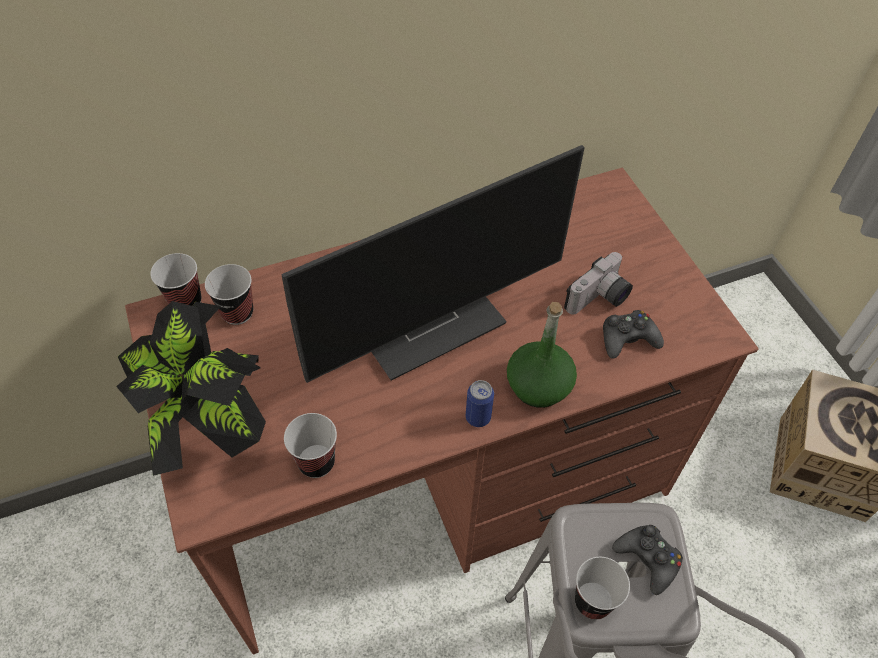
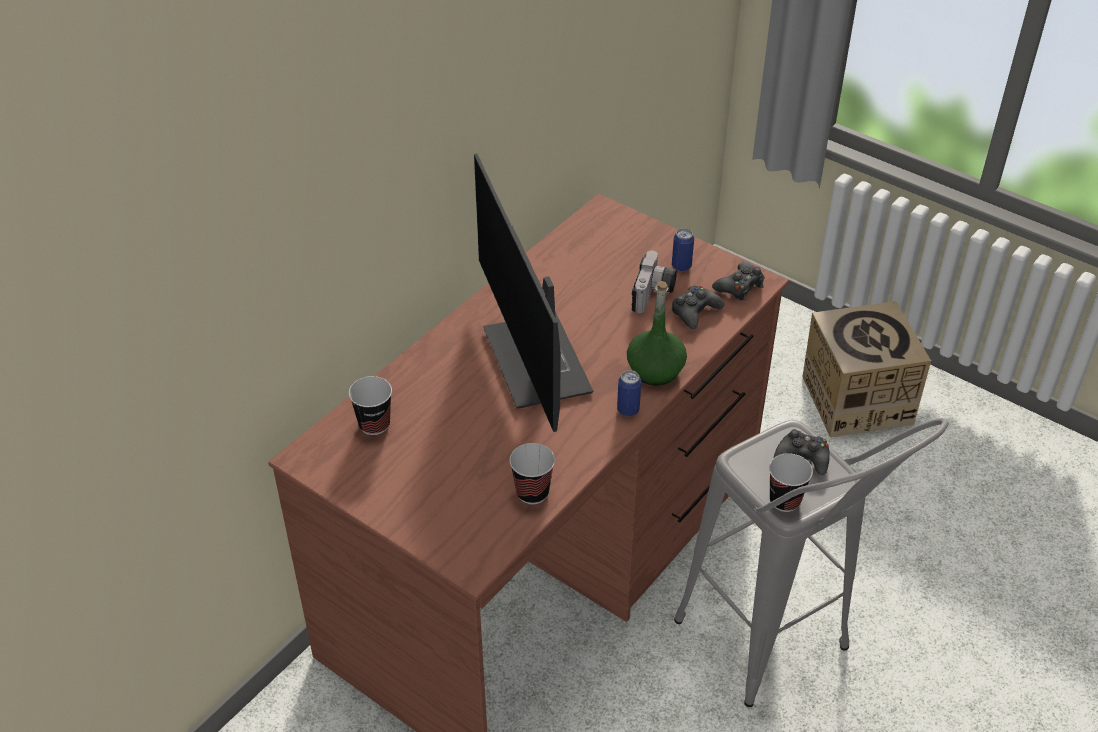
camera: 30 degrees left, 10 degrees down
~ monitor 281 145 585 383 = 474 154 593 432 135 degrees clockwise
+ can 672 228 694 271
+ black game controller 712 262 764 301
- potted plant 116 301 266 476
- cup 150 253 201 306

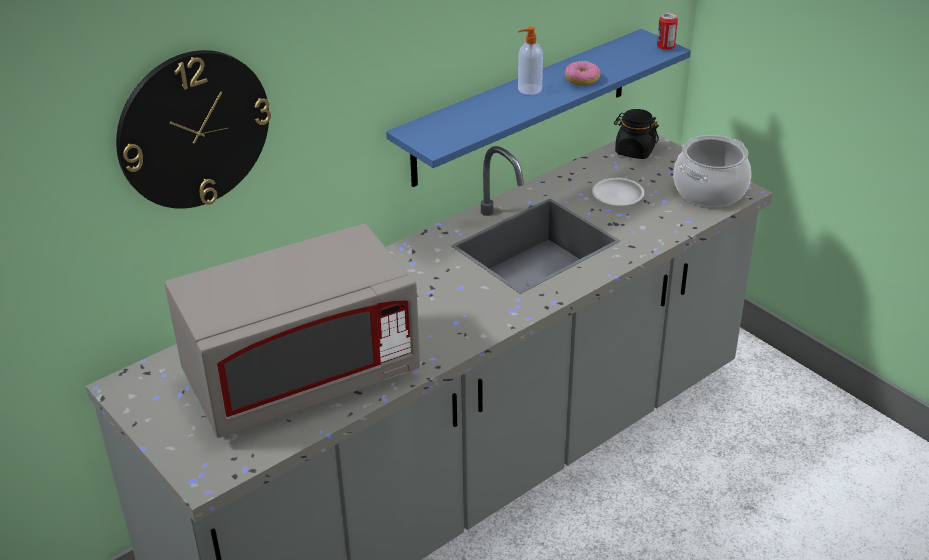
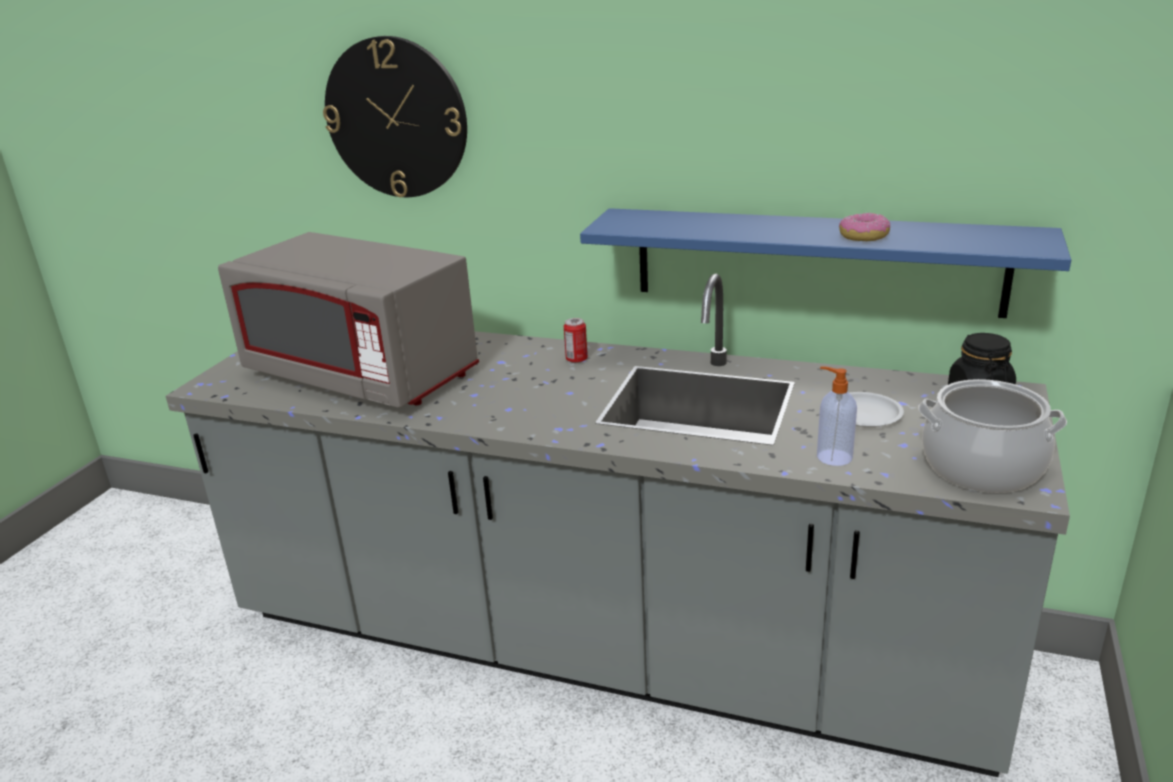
camera: 60 degrees right, 10 degrees down
~ can 657 13 678 50 to 564 318 588 363
~ soap dispenser 518 27 543 95 to 817 366 857 466

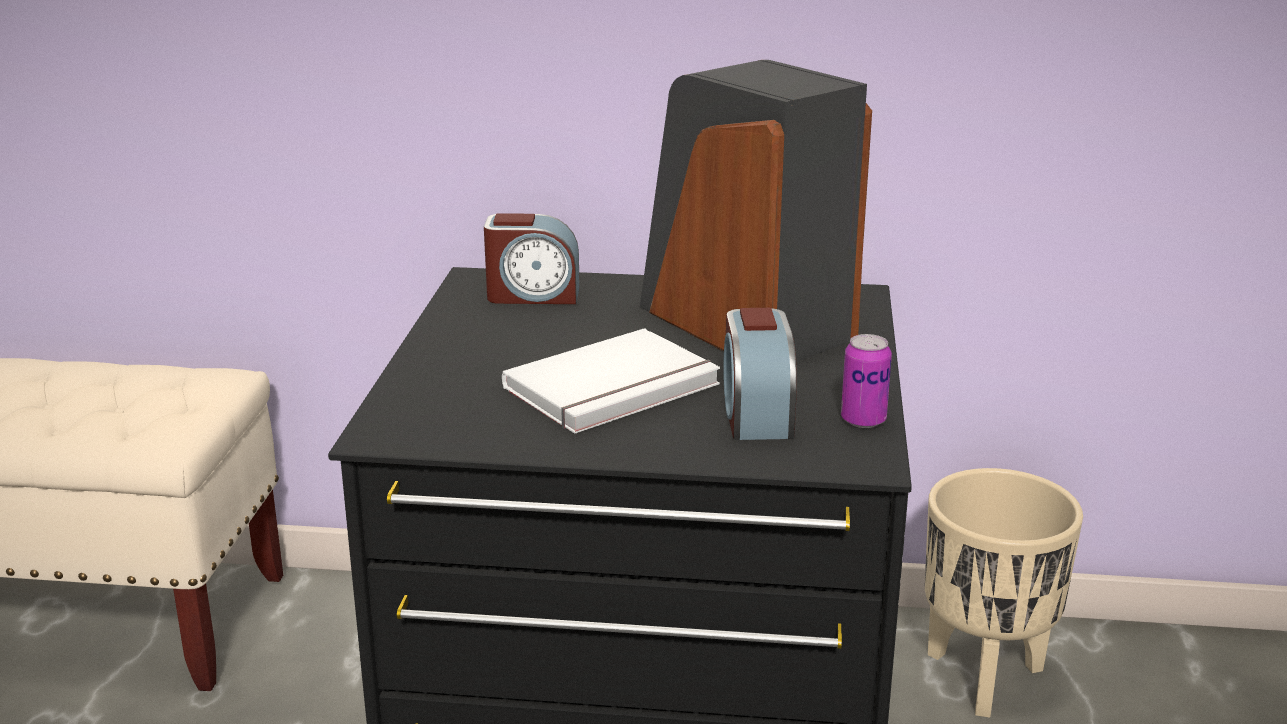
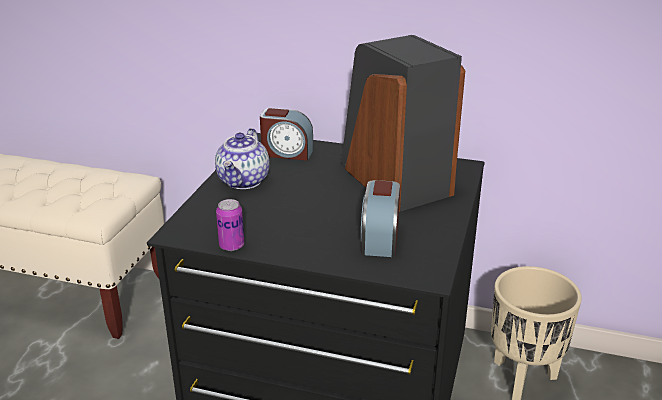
camera: 10 degrees right, 5 degrees up
+ teapot 215 128 270 189
~ can 841 334 892 428 to 216 199 244 251
- white book 502 328 720 434

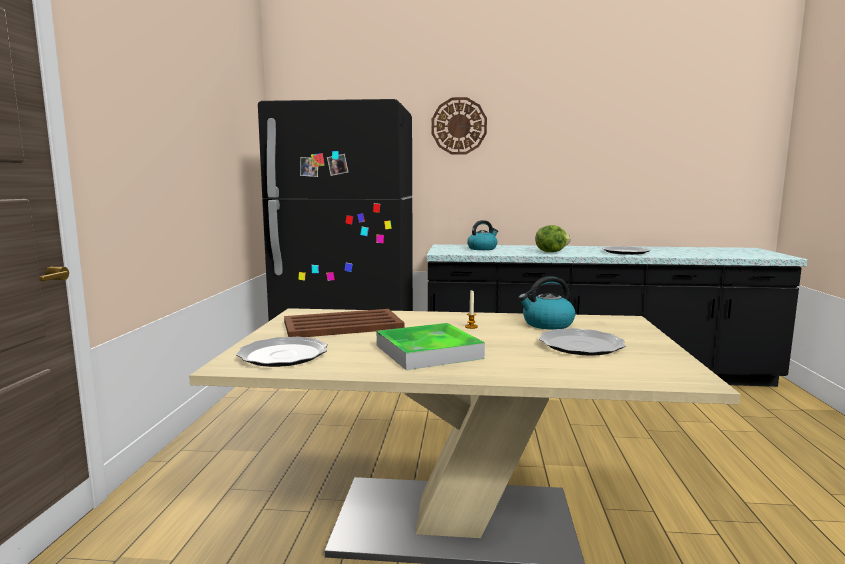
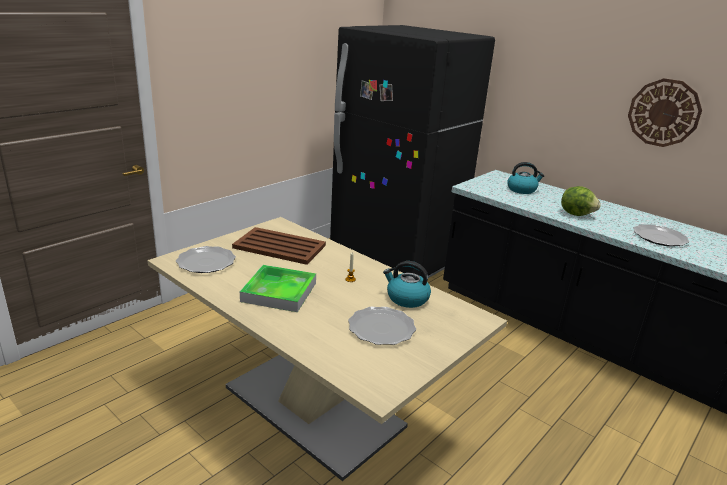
camera: 35 degrees right, 15 degrees up
~ wall clock 432 97 487 155 to 628 78 702 147

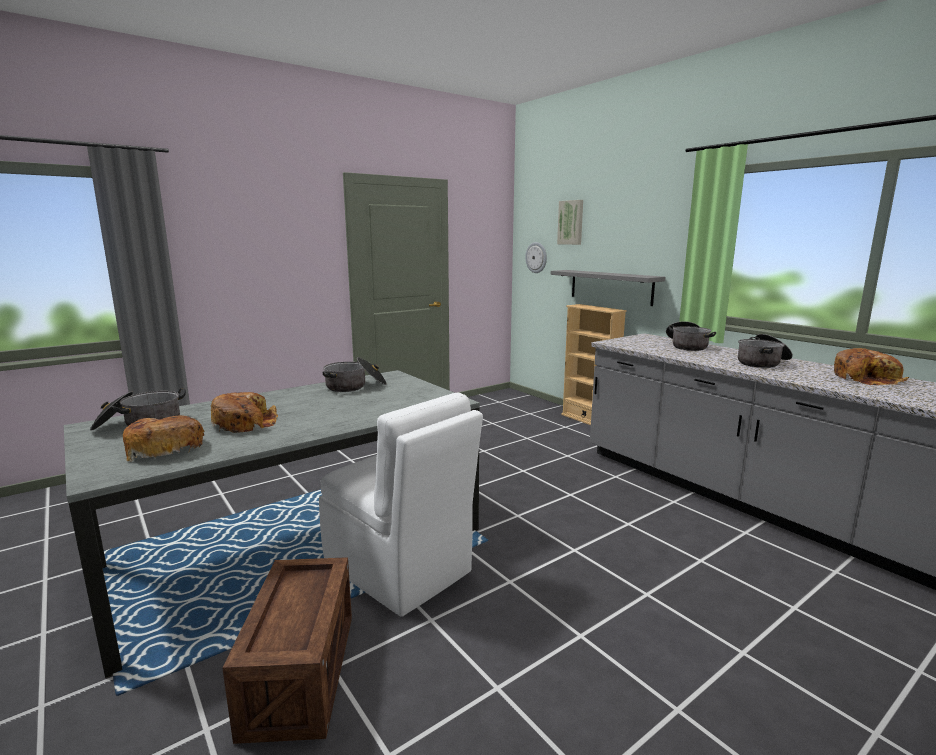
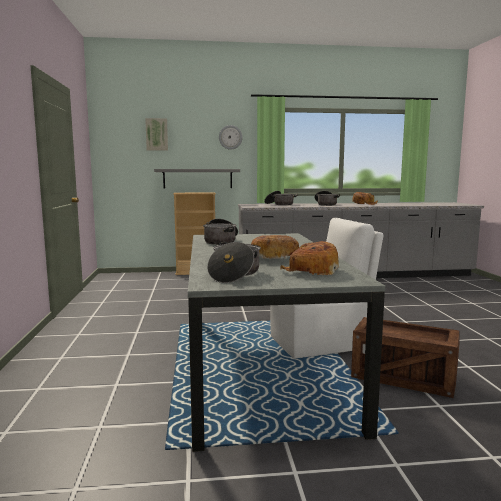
camera: 60 degrees left, 5 degrees down
~ wall clock 525 242 547 273 to 219 125 243 150

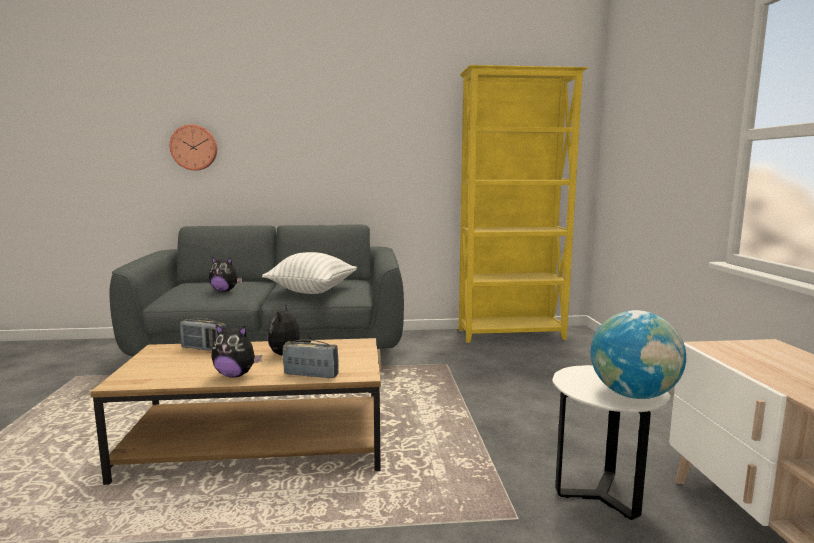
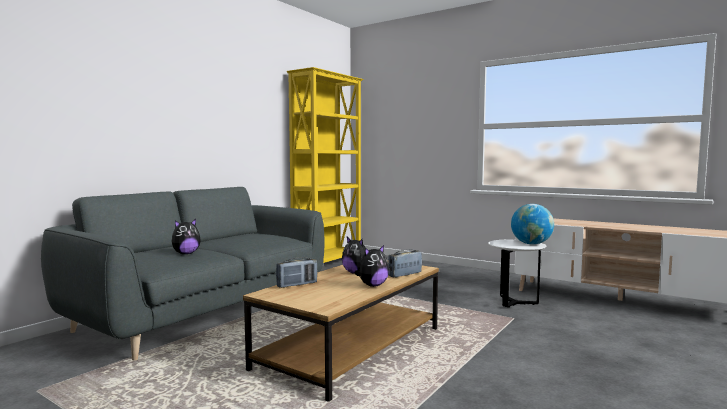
camera: 50 degrees left, 5 degrees down
- wall clock 170 124 217 170
- white pillow 262 252 357 294

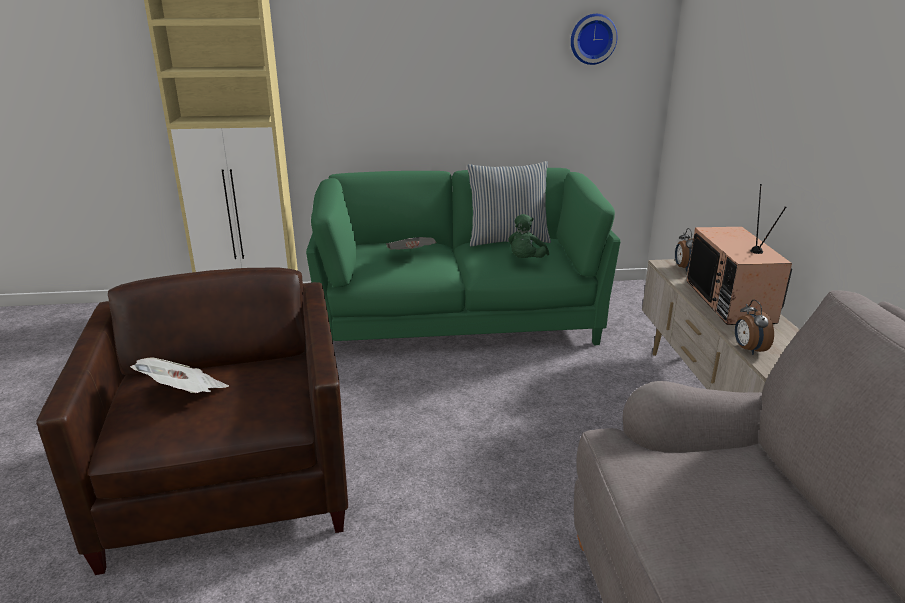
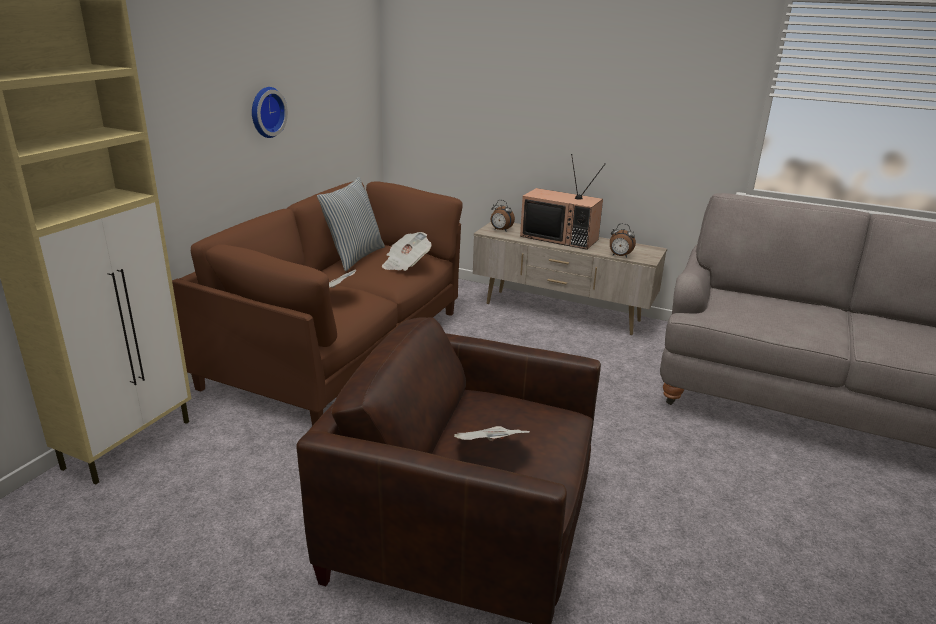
camera: 60 degrees left, 0 degrees up
~ green sofa 306 168 621 345 to brown sofa 172 182 463 426
~ wall clock 571 14 617 65 to 252 87 288 138
~ green plush toy 508 214 549 258 to newspaper 382 232 431 271

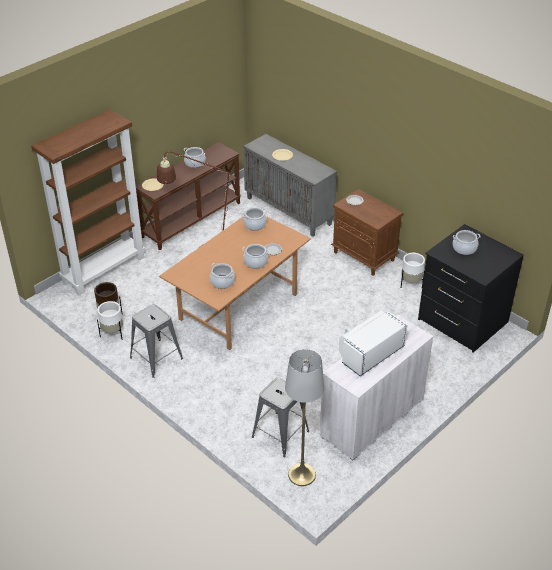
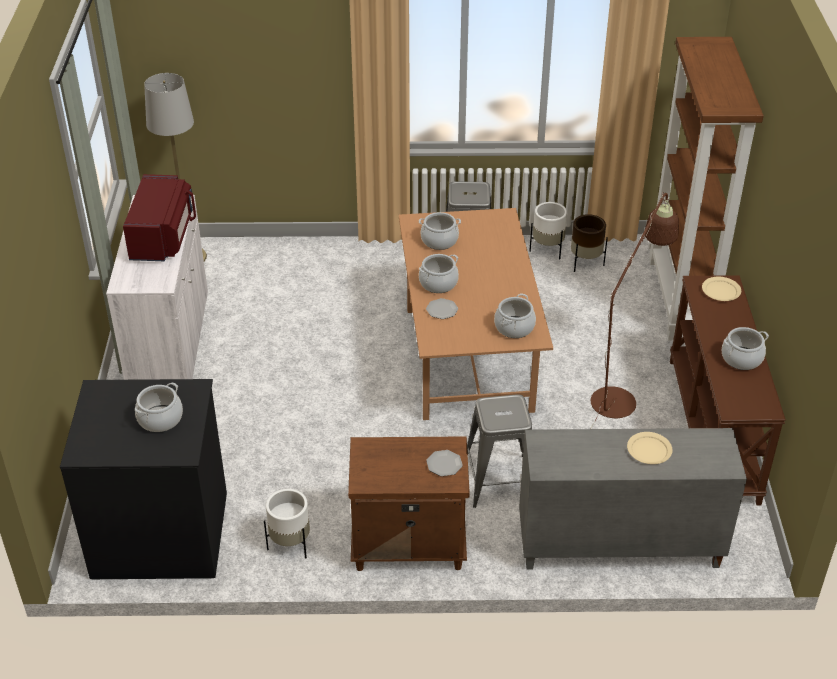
camera: 135 degrees right, 0 degrees up
~ white microwave 339 310 408 376 to red microwave 123 174 196 261
~ grey stool 252 377 309 457 to 467 394 532 508

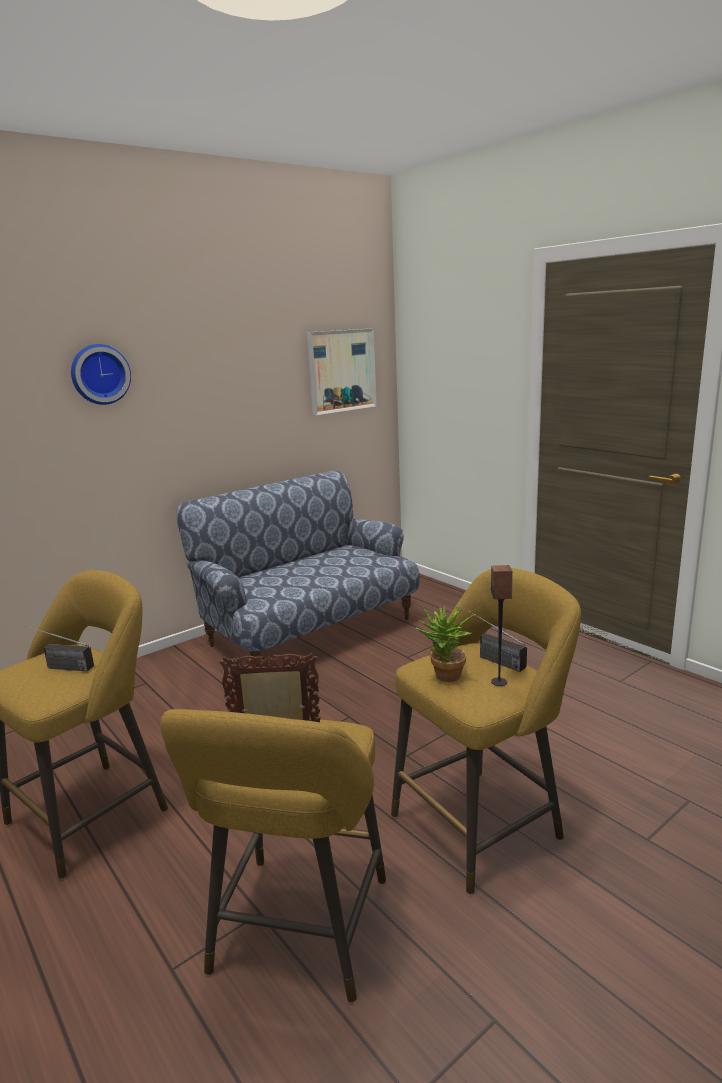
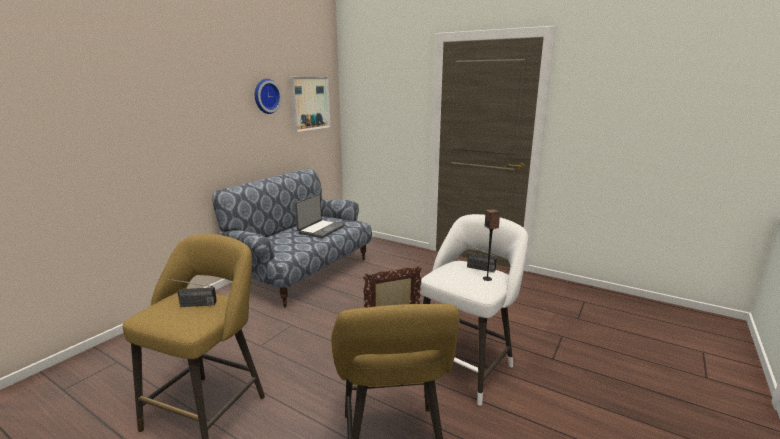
camera: 20 degrees left, 0 degrees up
~ wall clock 71 344 131 405 to 255 79 282 114
+ laptop 295 194 345 238
~ yellow stool 391 568 581 895 to white stool 420 214 528 406
- potted plant 416 603 474 682

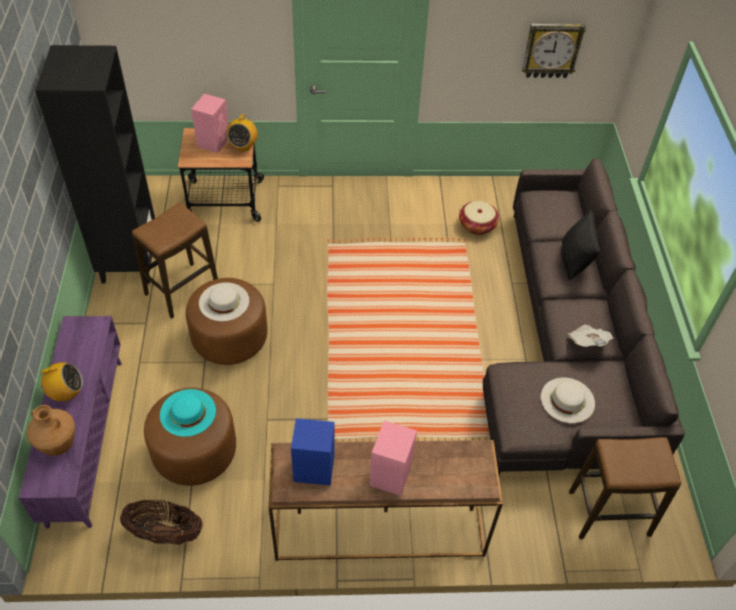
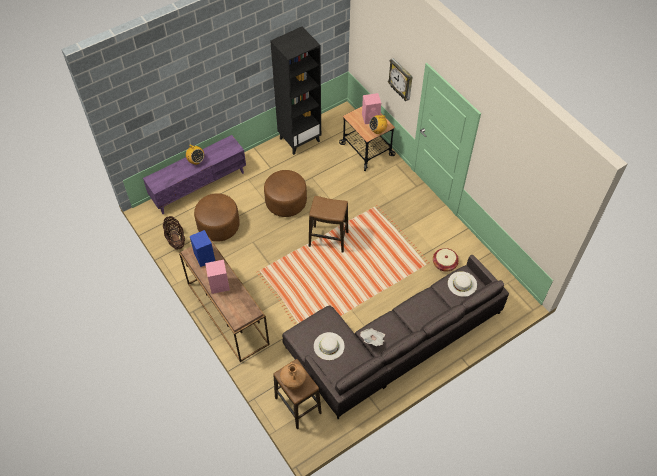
camera: 60 degrees right, 5 degrees up
~ brown vase 26 405 75 456 to 280 362 306 390
~ stool 132 202 218 319 to 309 196 348 253
~ wall clock 522 23 586 78 to 388 58 413 101
~ white hat 199 283 249 321 to 448 271 477 297
- turquoise hat 160 389 216 437
- black pillow 561 209 600 280

